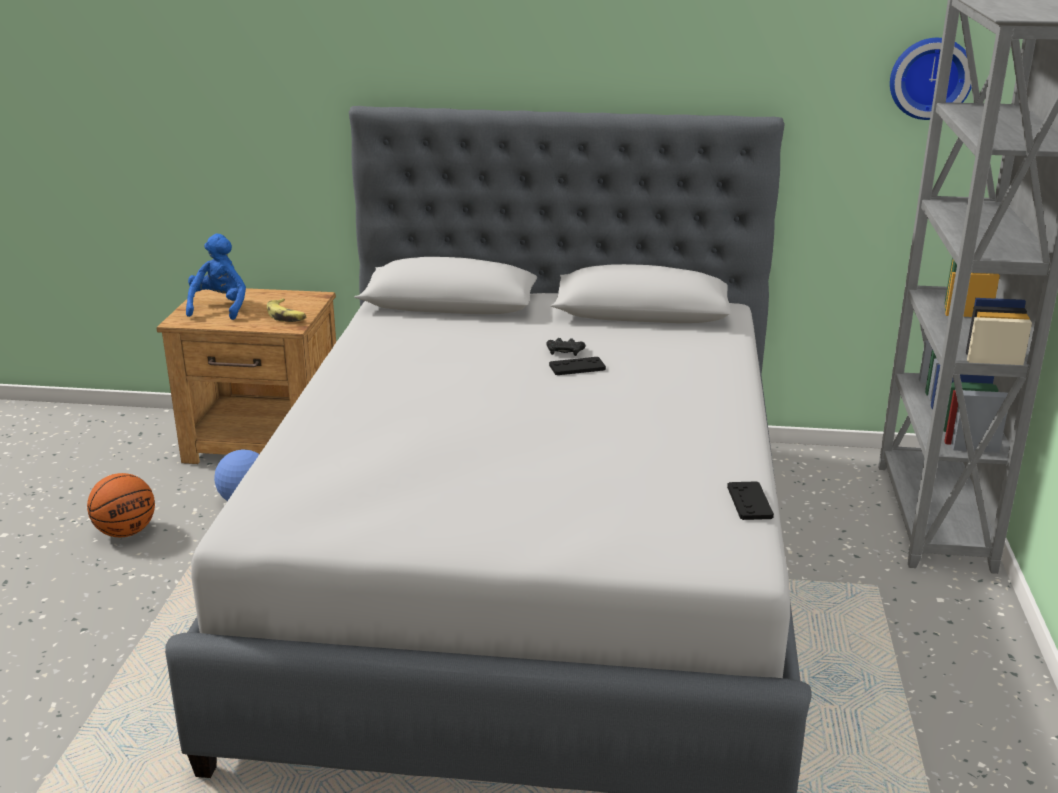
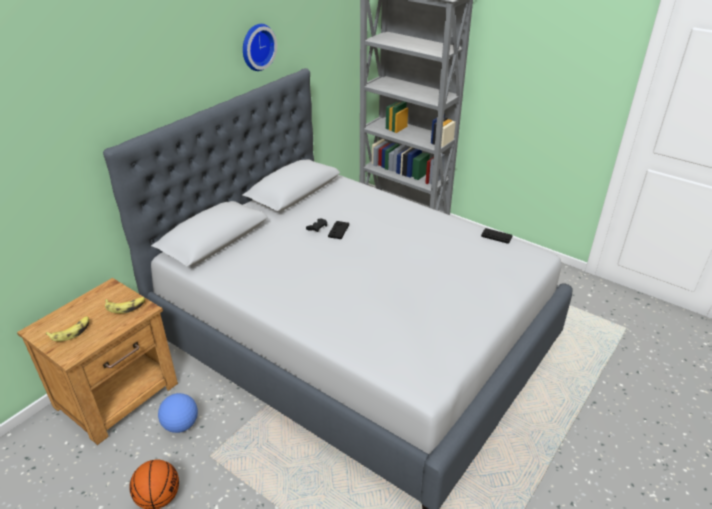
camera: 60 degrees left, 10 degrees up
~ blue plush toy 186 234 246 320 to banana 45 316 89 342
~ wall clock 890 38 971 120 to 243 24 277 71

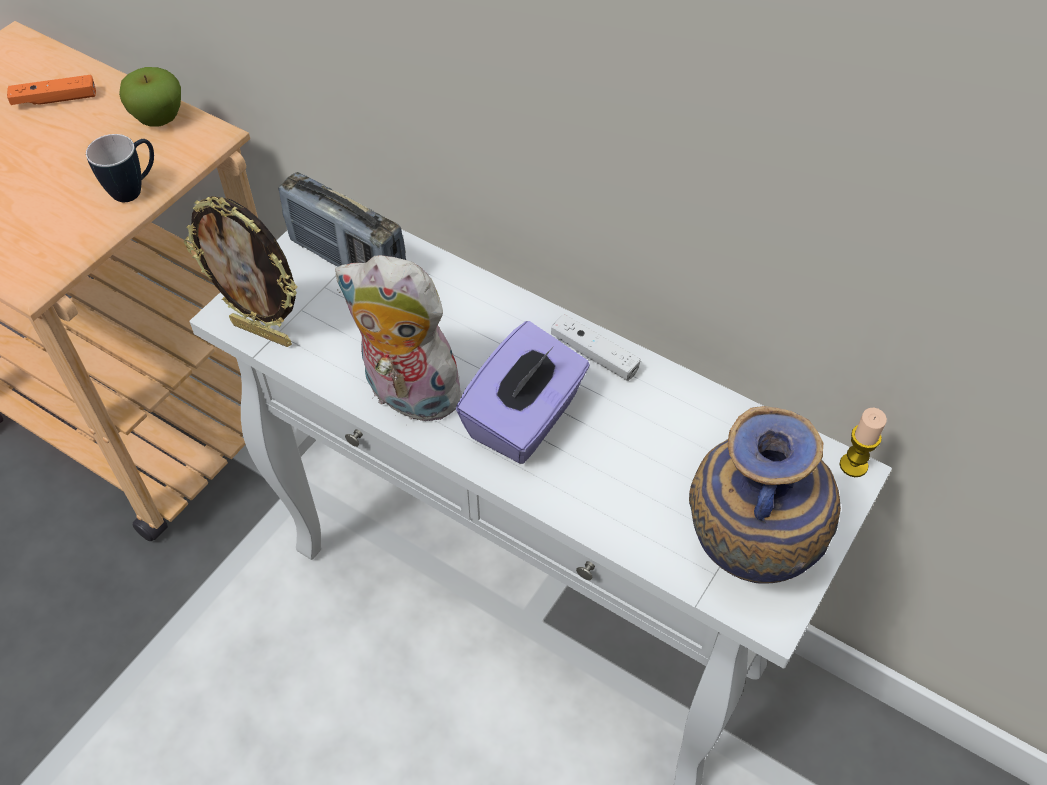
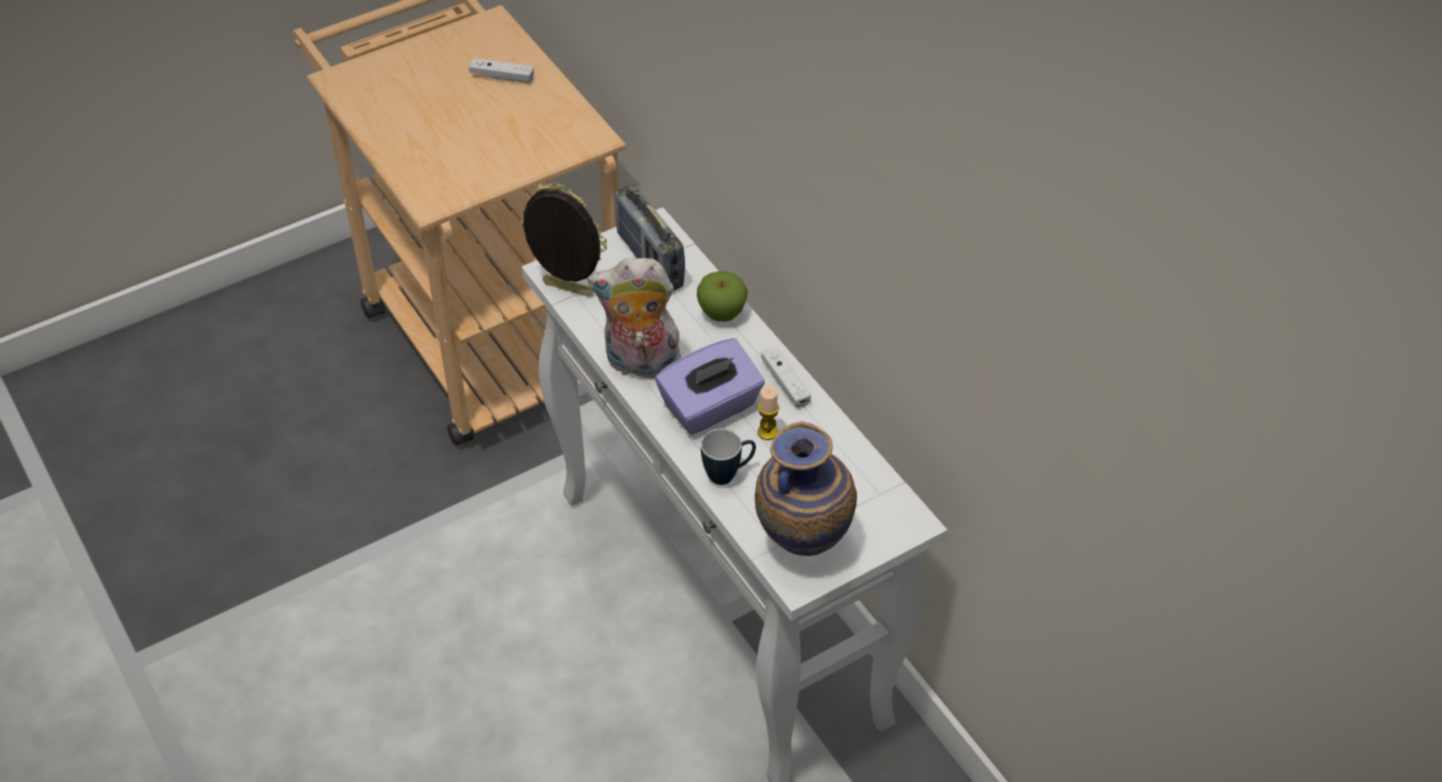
camera: 25 degrees right, 5 degrees down
~ orange game controller 7 75 96 105 to white game controller 469 58 534 83
~ picture frame 184 196 297 347 = 520 182 607 297 150 degrees clockwise
~ plush toy 335 255 462 425 = 588 258 681 379 45 degrees counterclockwise
~ apple 119 67 181 127 to 697 271 747 322
~ mug 86 134 154 202 to 701 429 756 485
~ candle 839 408 887 477 to 758 385 779 440

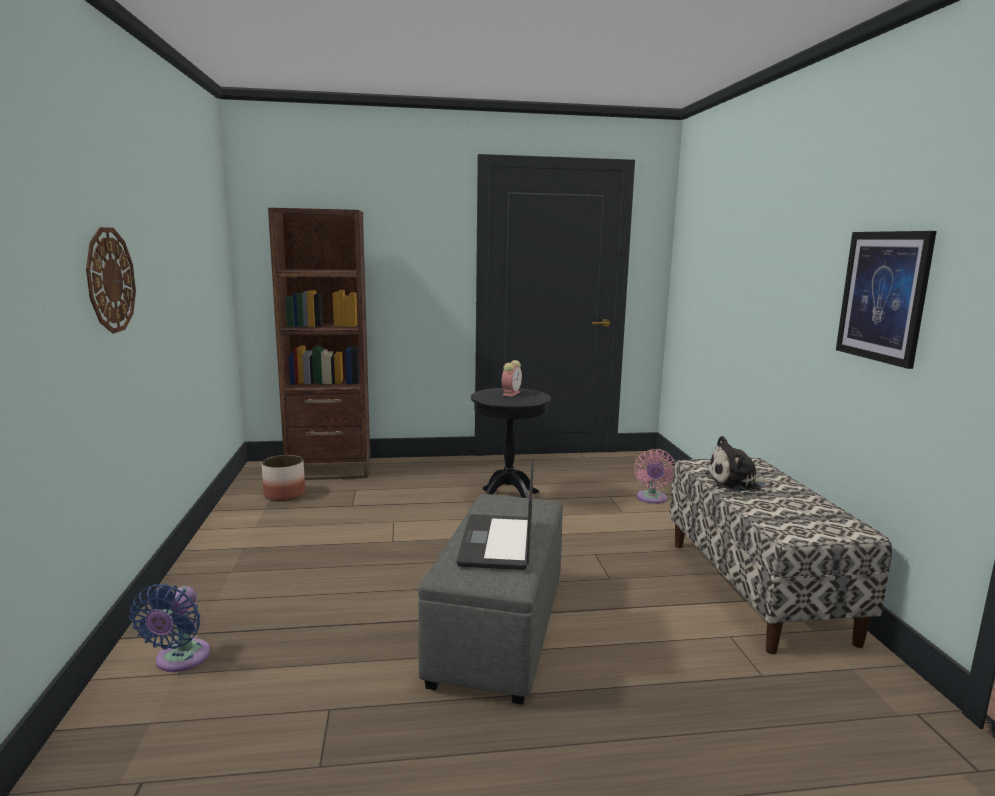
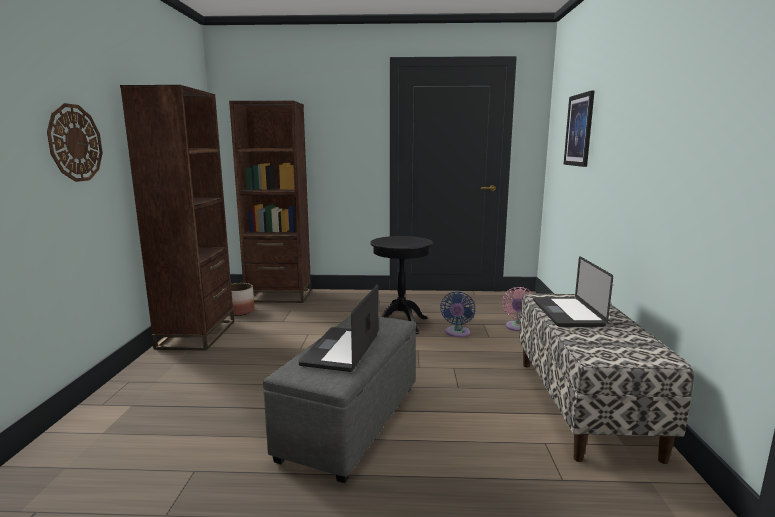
camera: 10 degrees right, 0 degrees up
+ brown bookcase 120 85 234 351
~ blue fan 130 584 210 672 to 440 291 475 337
~ plush toy 705 436 772 491 to laptop 533 256 613 327
~ picture 836 231 937 369 to 563 90 595 167
- alarm clock 502 360 522 397

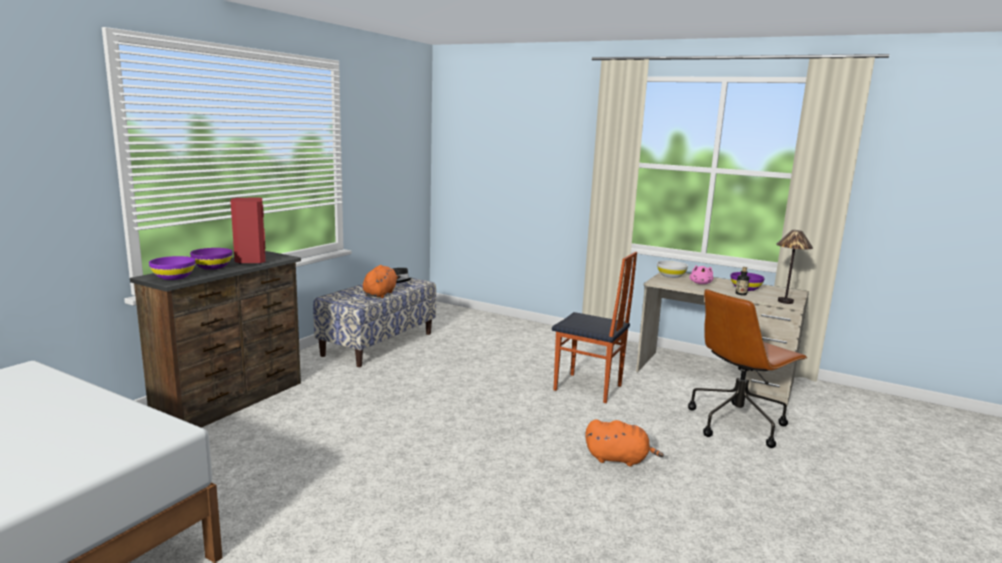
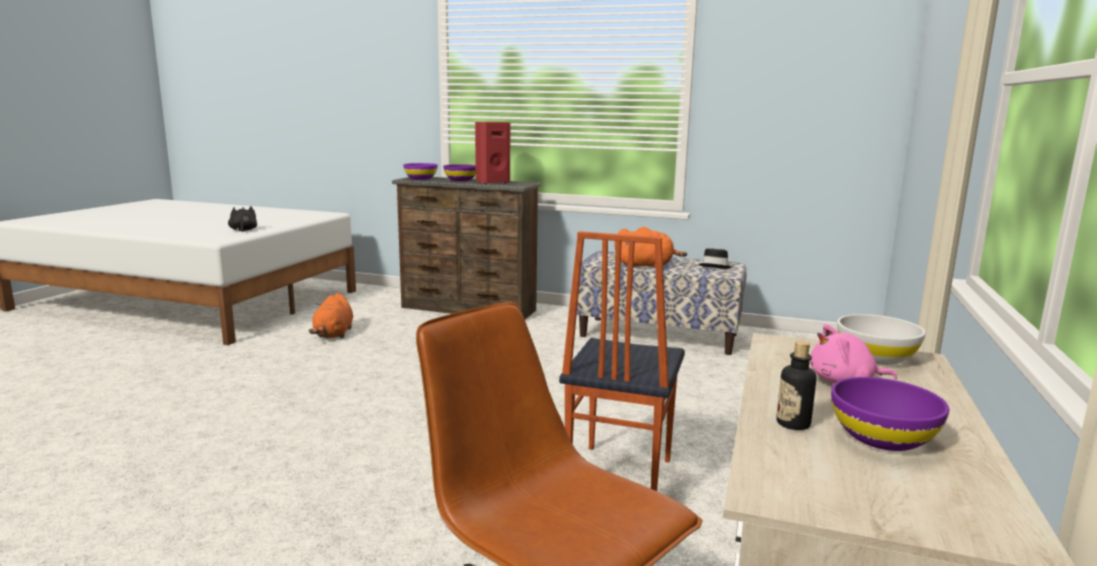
camera: 80 degrees right, 0 degrees up
+ black plush toy 228 206 257 232
~ orange plush toy 585 419 664 467 to 308 293 353 338
- table lamp 776 230 813 304

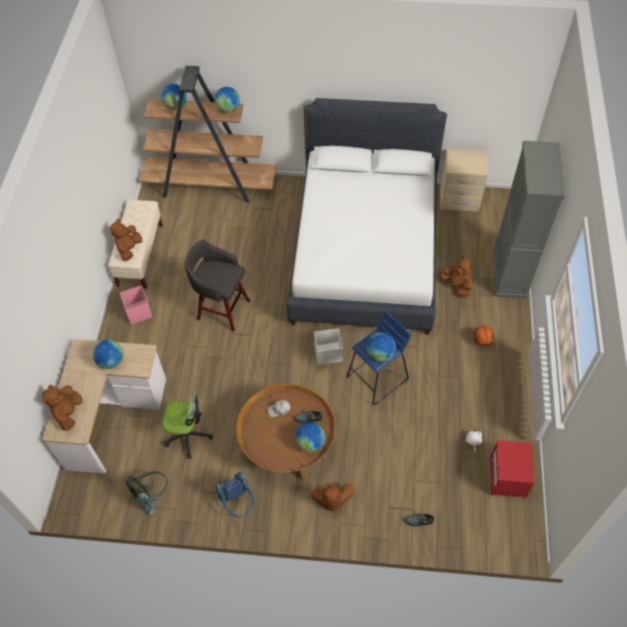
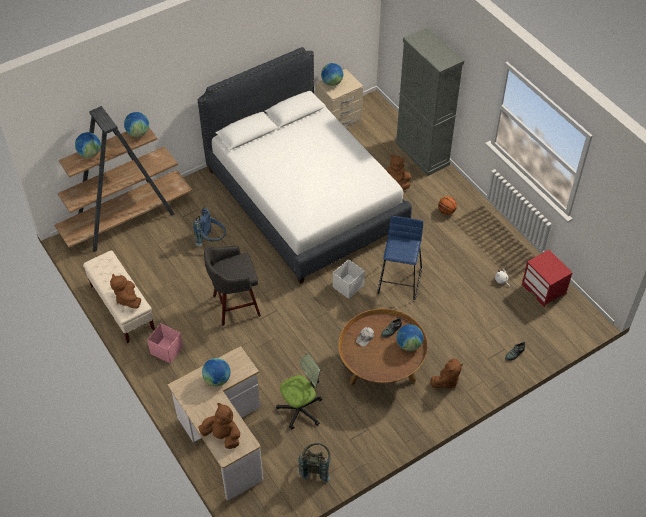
camera: 40 degrees left, 5 degrees down
~ blue backpack 216 472 254 517 to 193 207 226 246
~ brown plush toy 42 384 83 431 = 198 403 240 449 150 degrees clockwise
~ globe 367 333 396 362 to 321 63 343 86

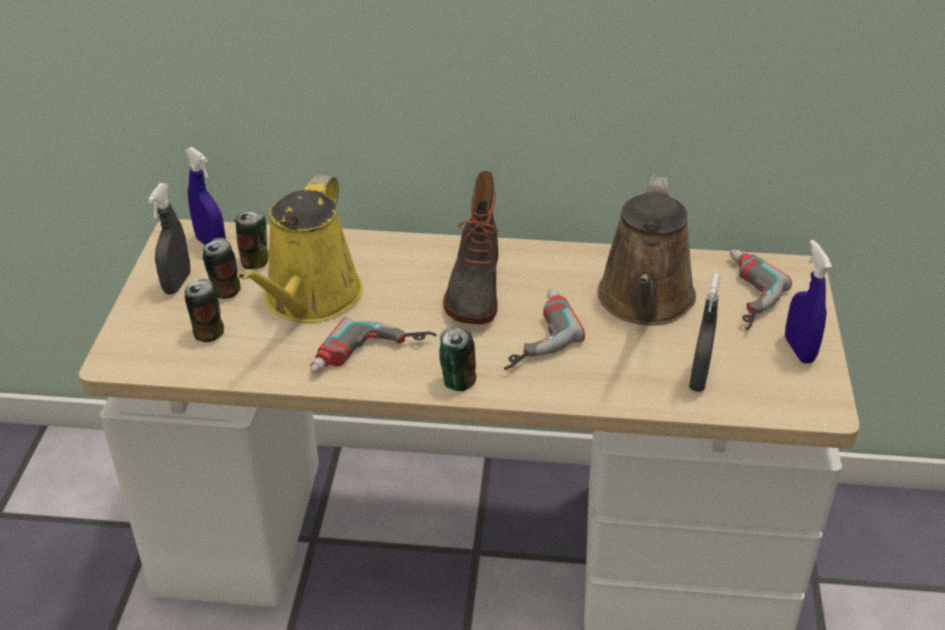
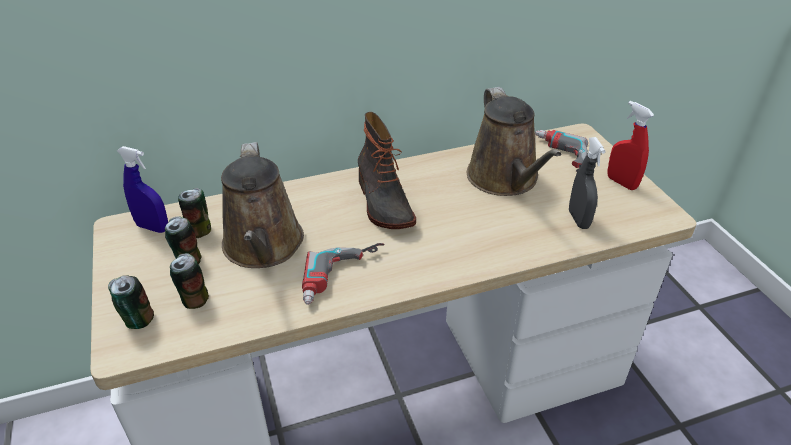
camera: 25 degrees left, 0 degrees up
~ can 439 328 476 391 to 108 275 154 329
~ yellow watering can 238 175 363 323 to brown watering can 221 142 304 268
~ blue spray bottle 785 240 832 364 to red spray bottle 607 101 654 190
- grey spray bottle 148 183 191 294
- power drill 504 289 585 370

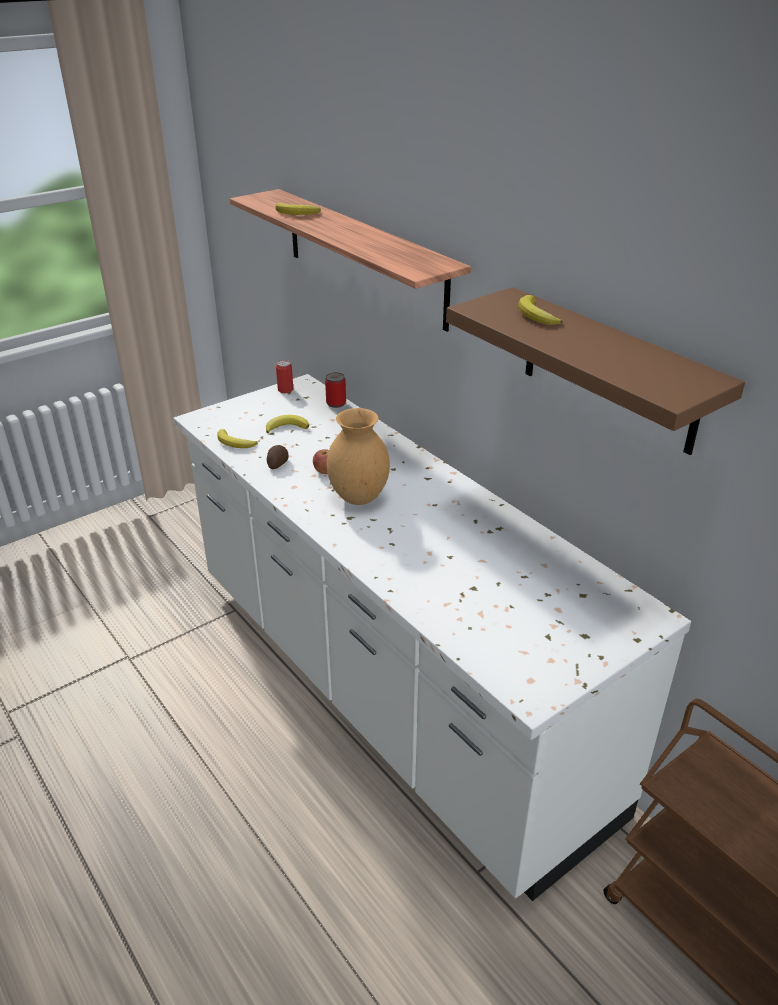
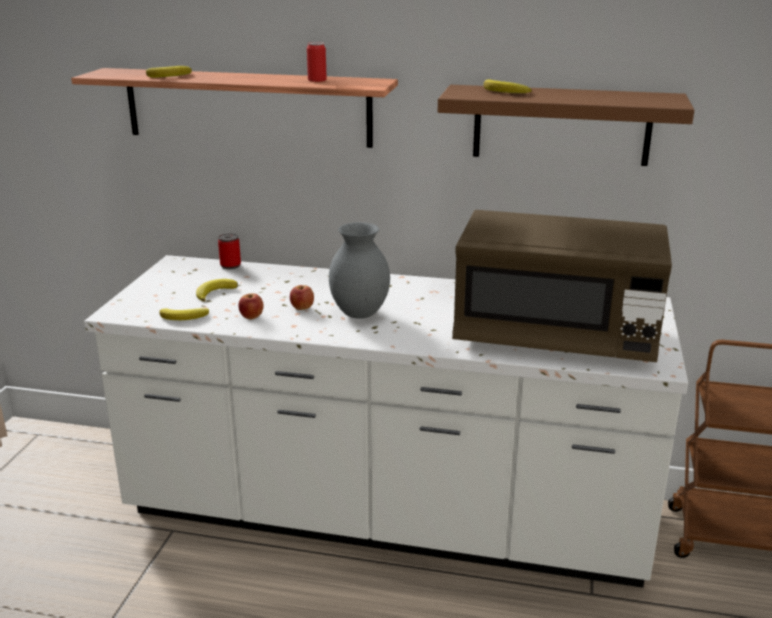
camera: 40 degrees left, 10 degrees down
~ potato 267 445 289 469 to apple 239 293 264 320
~ can 276 360 293 393 to 307 42 327 82
~ brown vase 327 408 390 505 to grey vase 329 222 390 319
+ brown microwave 452 210 672 362

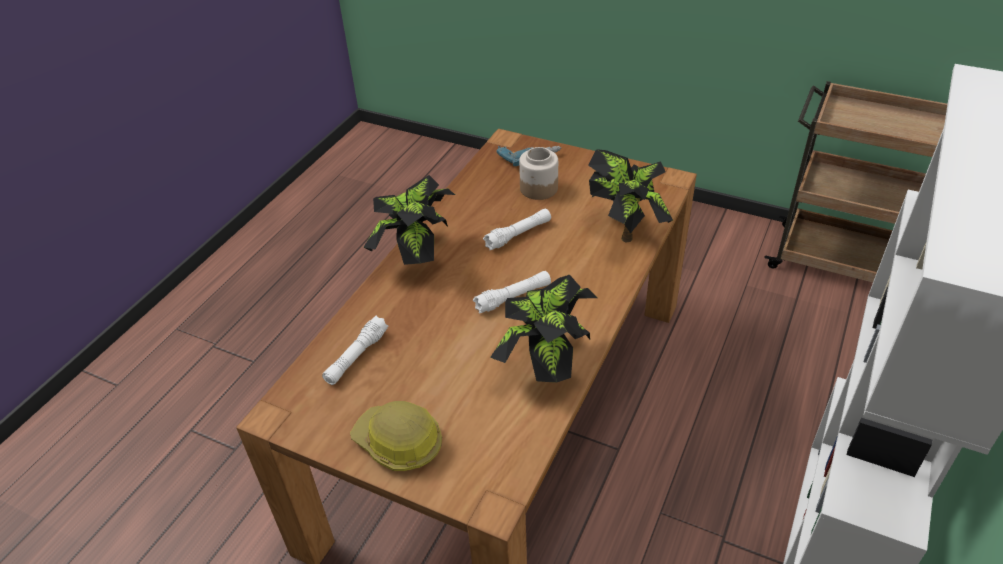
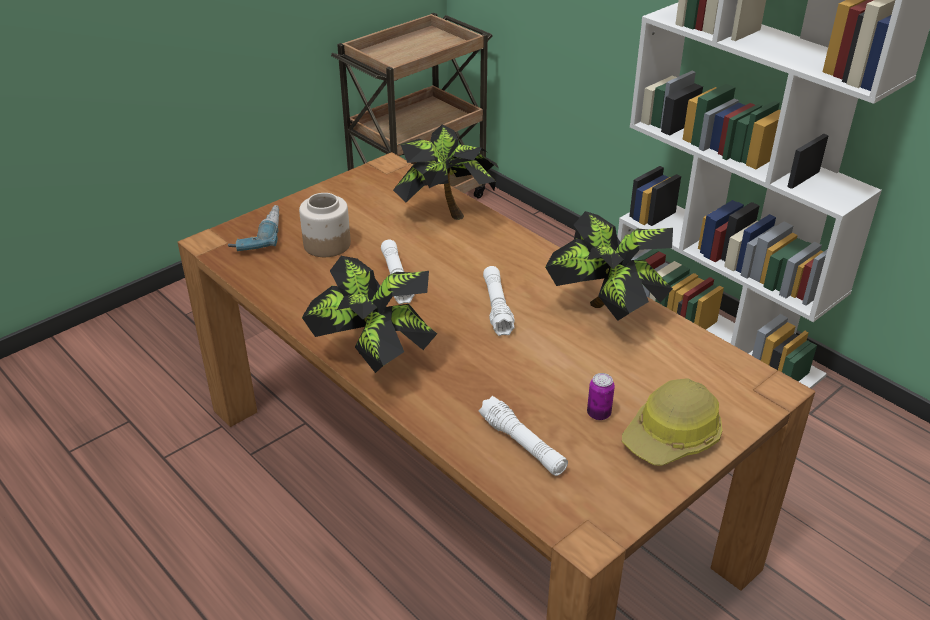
camera: 70 degrees left, 5 degrees down
+ can 587 373 615 420

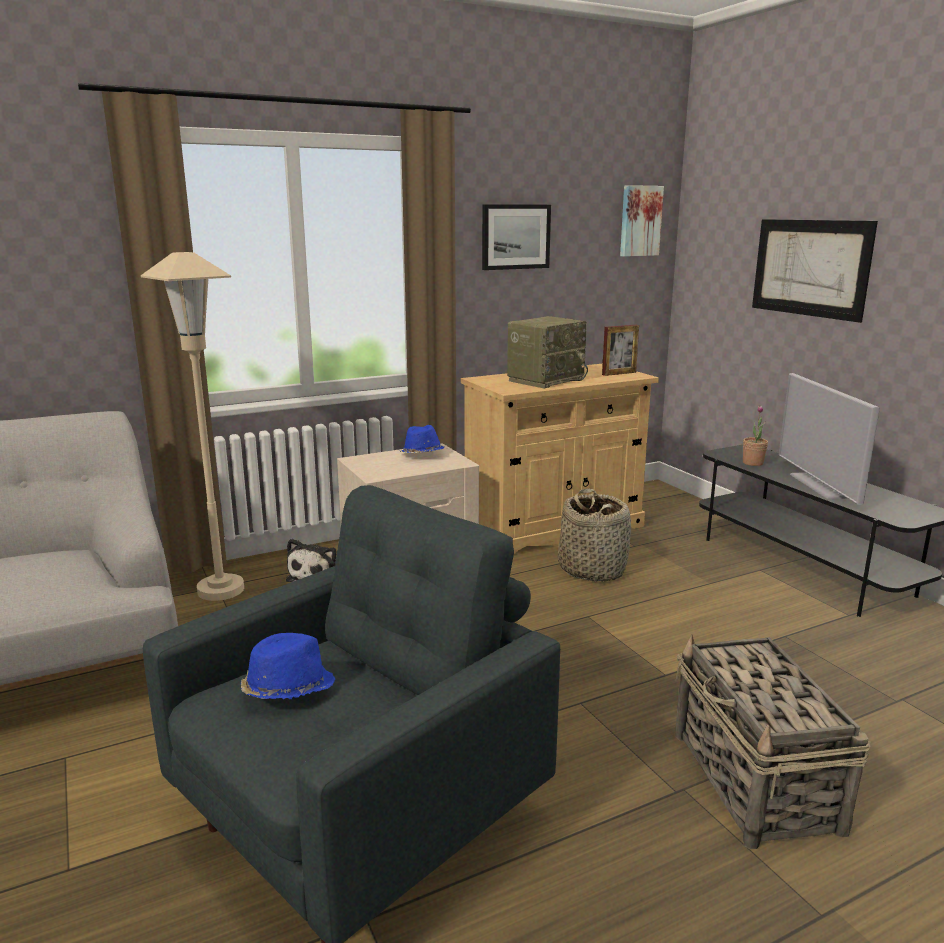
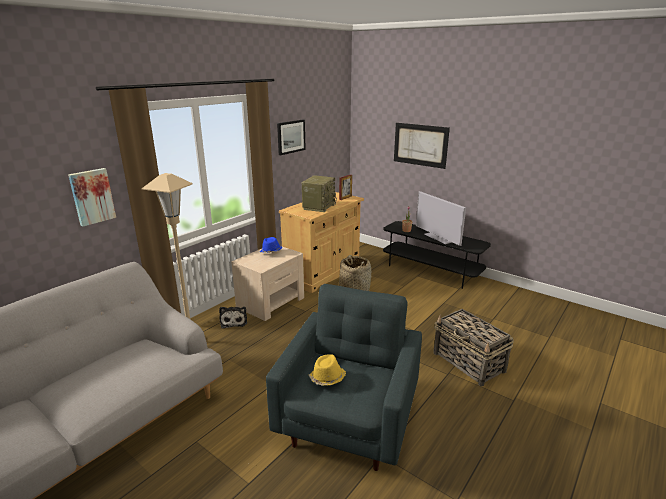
camera: 25 degrees left, 5 degrees up
~ picture 620 185 664 257 to 68 168 116 226
~ blue hat 241 633 335 699 to yellow hat 309 354 346 385

